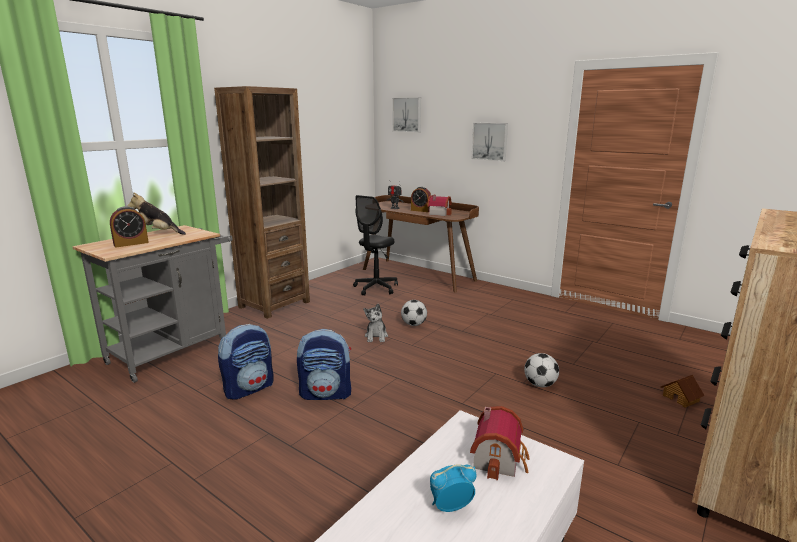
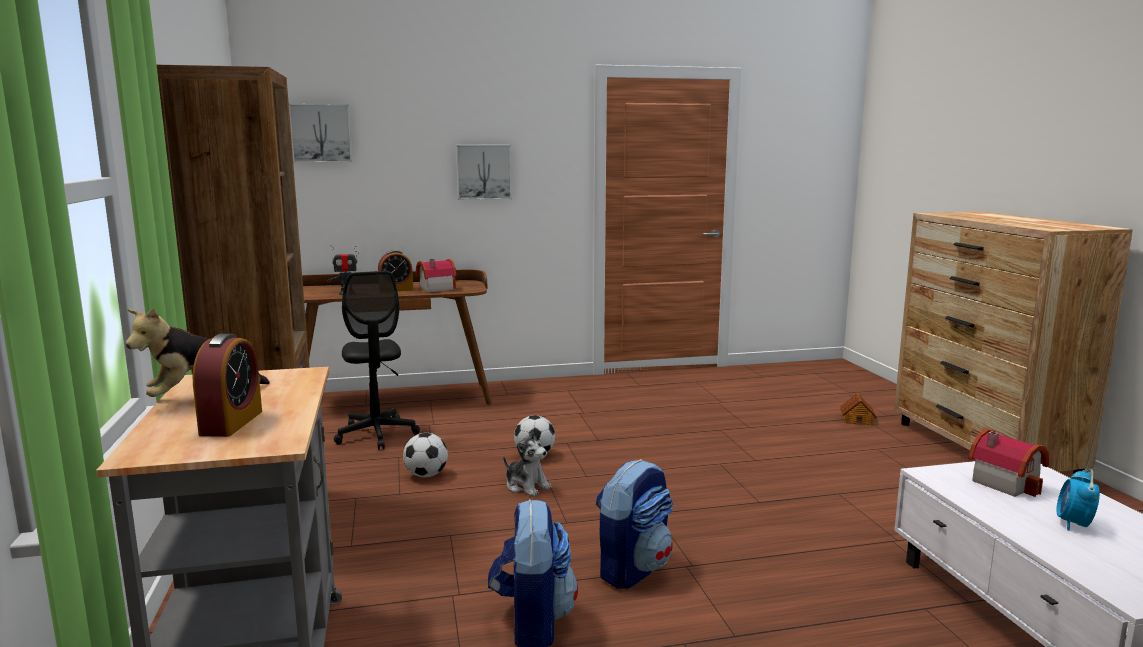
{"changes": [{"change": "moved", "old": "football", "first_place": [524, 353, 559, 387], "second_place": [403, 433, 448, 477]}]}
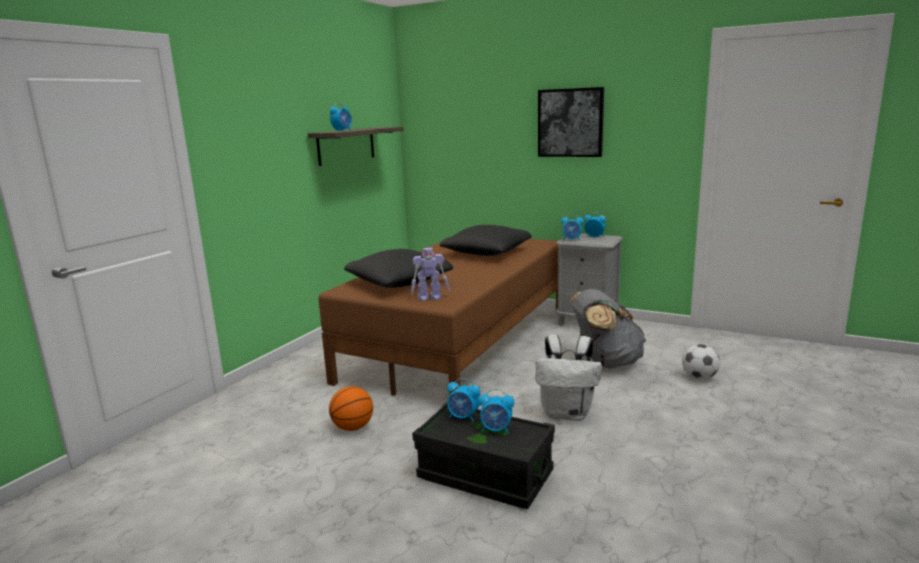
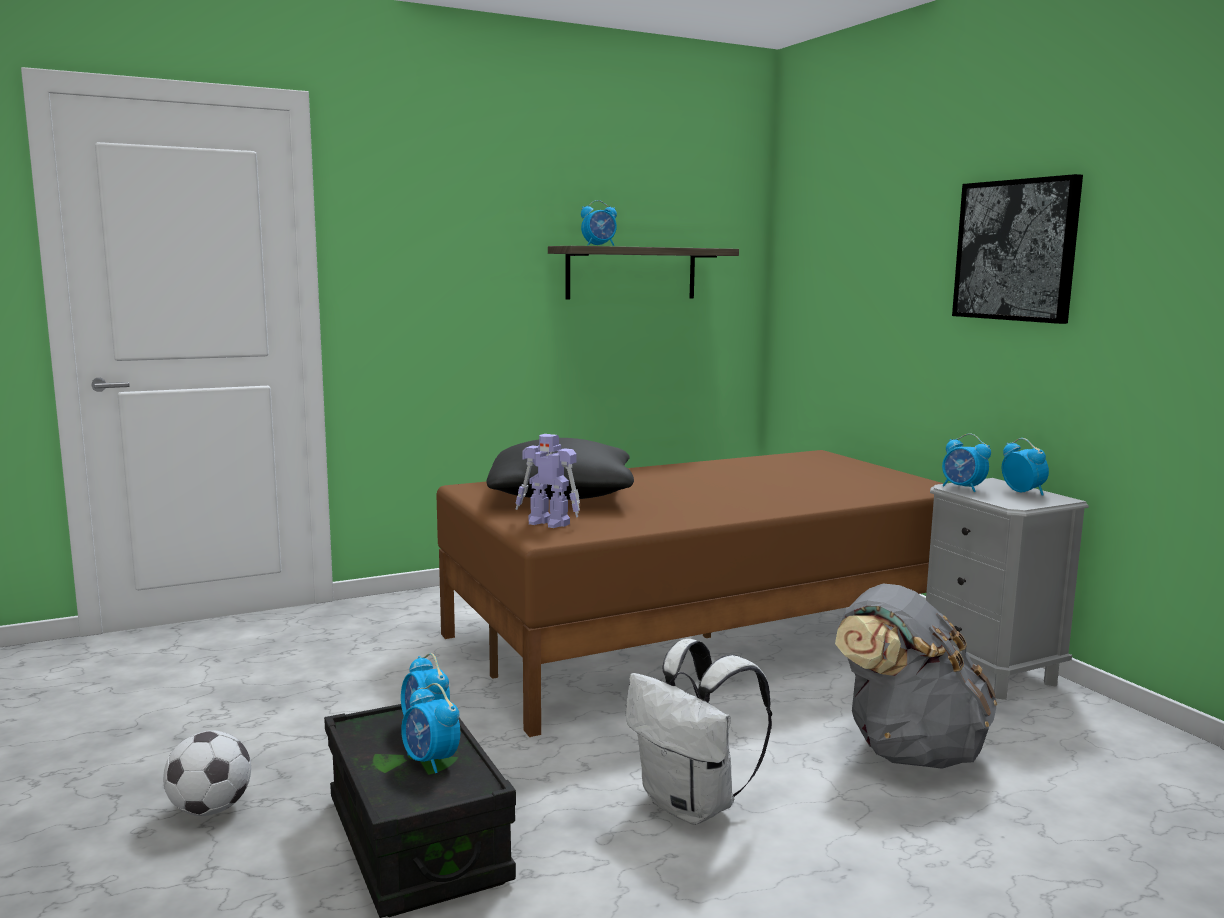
{"changes": [{"change": "moved", "old": "football", "first_place": [682, 344, 720, 380], "second_place": [163, 731, 251, 816]}, {"change": "removed", "old": "basketball", "first_place": [329, 386, 373, 431]}, {"change": "removed", "old": "black pillow", "first_place": [440, 225, 532, 256]}]}
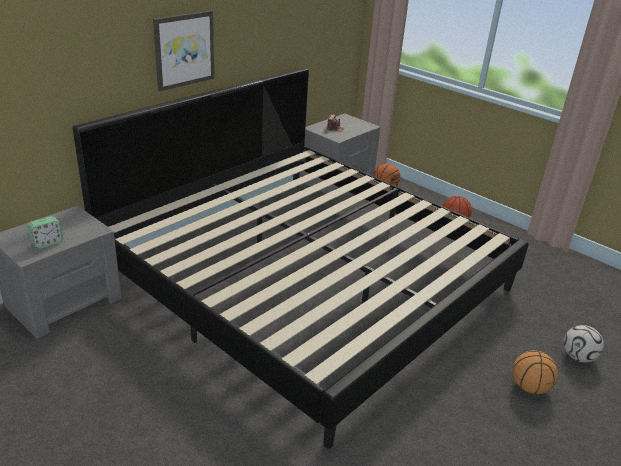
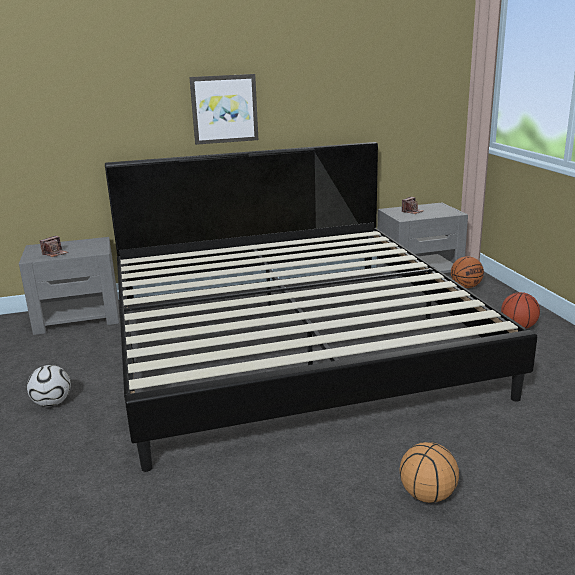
{"changes": [{"change": "moved", "old": "football", "first_place": [564, 325, 604, 363], "second_place": [27, 365, 71, 407]}, {"change": "replaced", "old": "alarm clock", "new": "photo camera", "first_place": [28, 216, 63, 249], "second_place": [40, 236, 68, 257]}]}
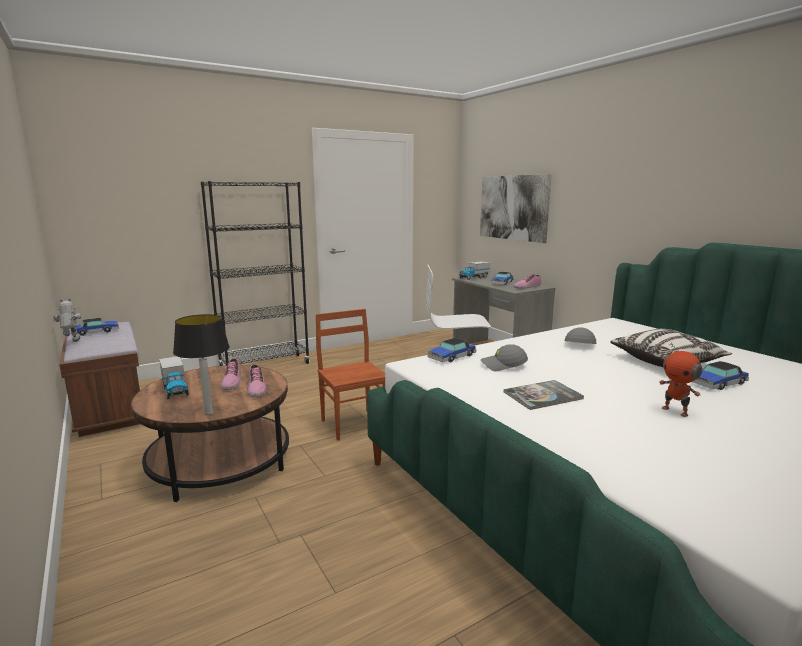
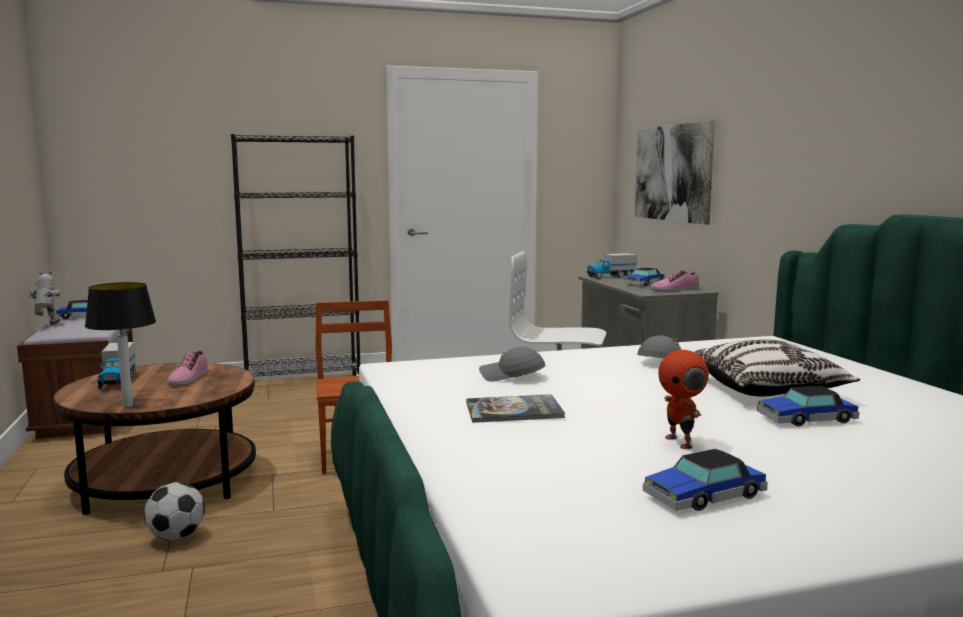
{"changes": [{"change": "added", "new": "football", "second_place": [144, 482, 205, 541]}, {"change": "moved", "old": "toy car", "first_place": [427, 338, 476, 363], "second_place": [643, 449, 767, 511]}, {"change": "removed", "old": "shoe", "first_place": [247, 364, 266, 397]}]}
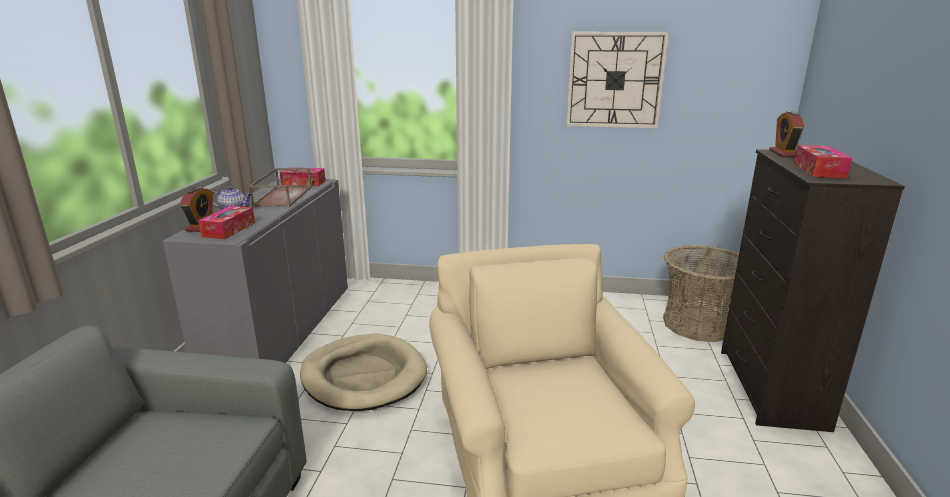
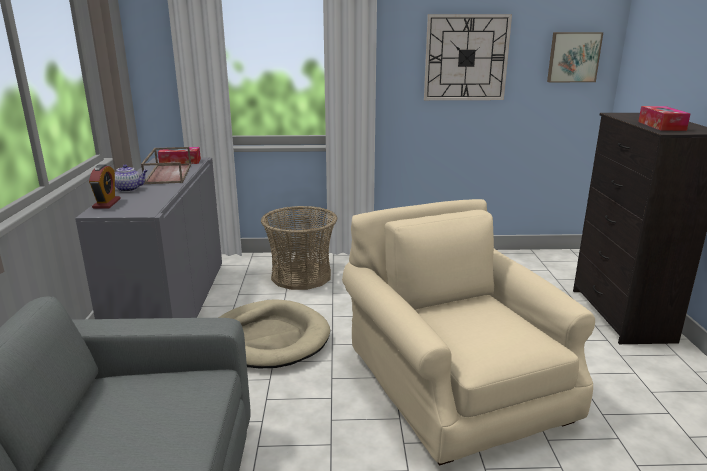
{"changes": [{"change": "moved", "old": "basket", "first_place": [663, 245, 739, 342], "second_place": [261, 206, 337, 290]}, {"change": "added", "new": "picture", "second_place": [547, 32, 603, 82]}, {"change": "removed", "old": "tissue box", "first_place": [198, 206, 255, 239]}, {"change": "removed", "old": "alarm clock", "first_place": [769, 111, 804, 157]}]}
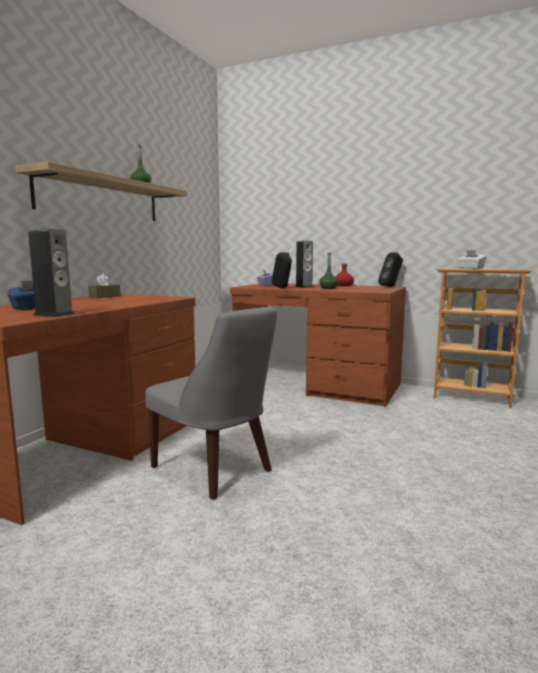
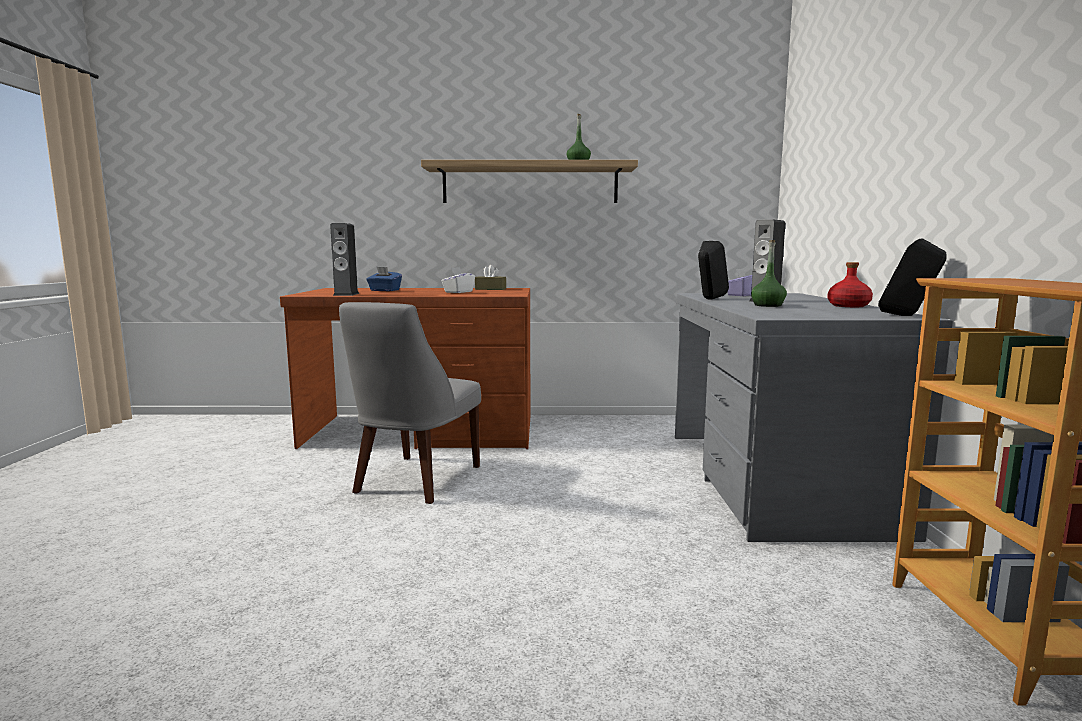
{"changes": [{"change": "moved", "old": "white tissue box", "first_place": [457, 250, 487, 269], "second_place": [441, 267, 475, 293]}, {"change": "recoloured", "old": "brown desk", "new": "grey desk", "first_place": [230, 283, 406, 407], "second_place": [675, 293, 953, 542]}]}
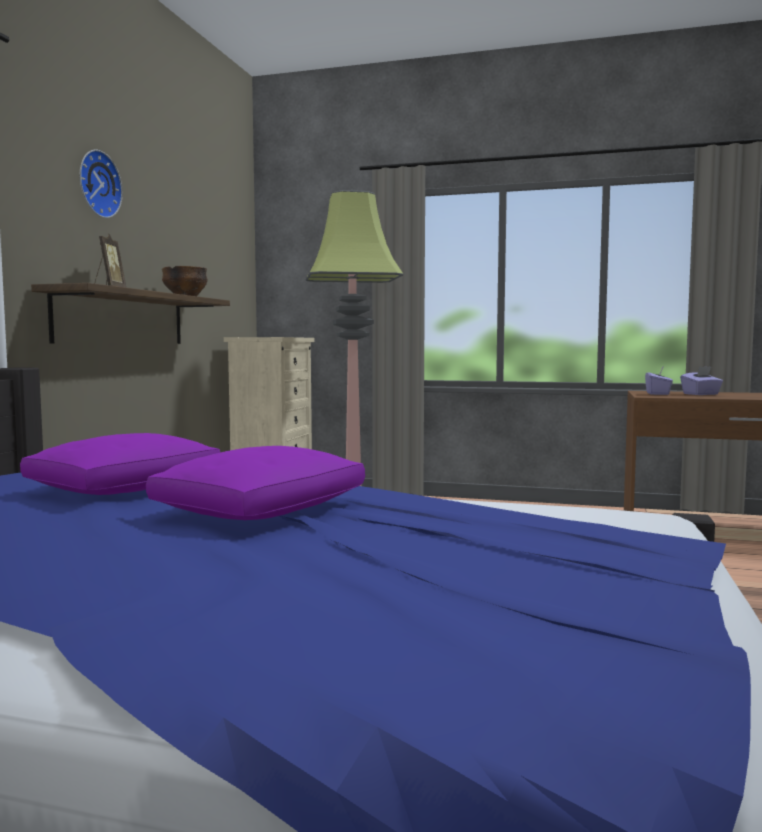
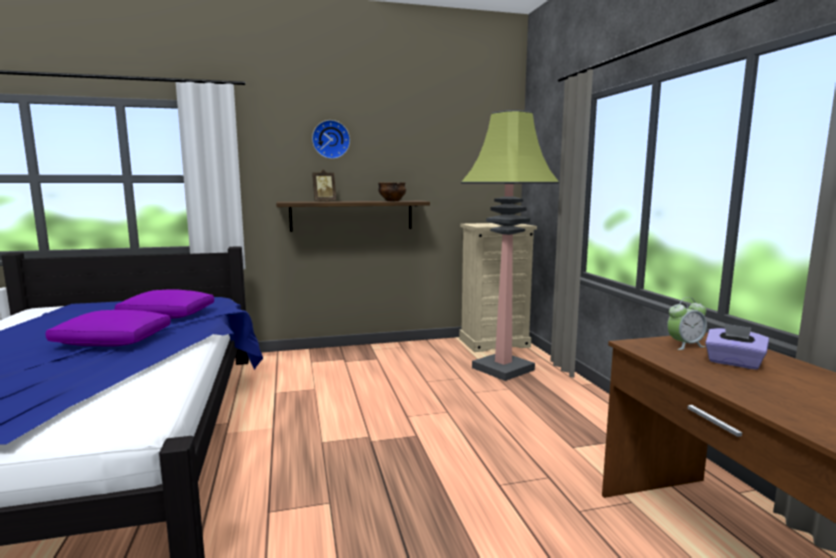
{"changes": [{"change": "replaced", "old": "purple tissue box", "new": "alarm clock", "first_place": [645, 367, 673, 395], "second_place": [667, 297, 707, 350]}]}
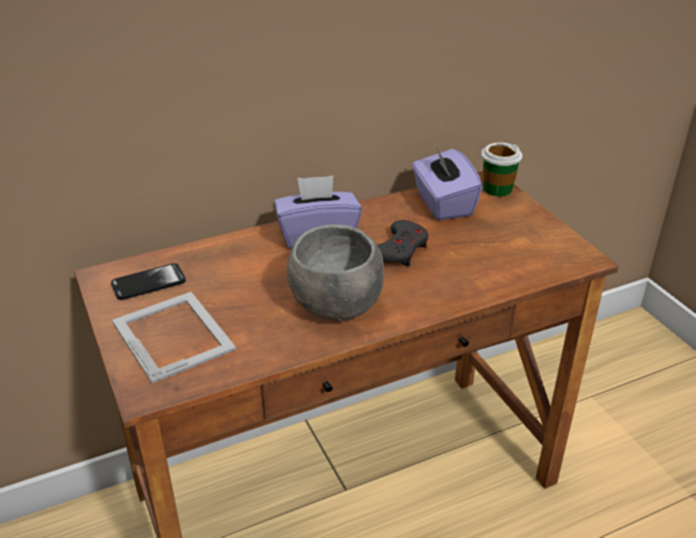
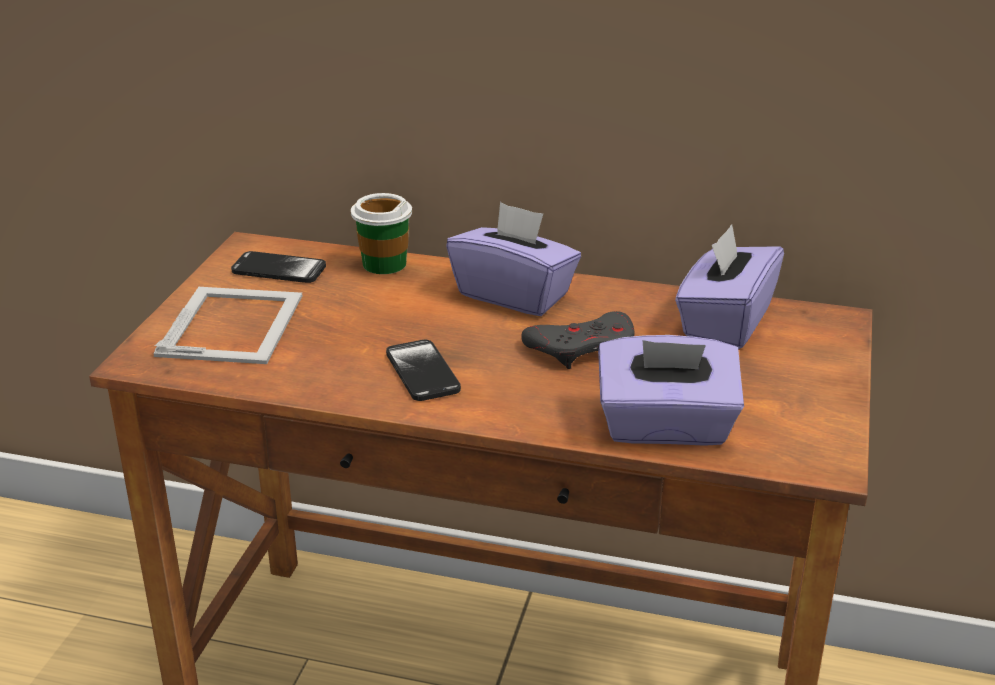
{"changes": [{"change": "moved", "old": "cup", "first_place": [481, 142, 522, 197], "second_place": [351, 193, 412, 274]}, {"change": "replaced", "old": "grey bowl", "new": "phone", "first_place": [286, 224, 384, 321], "second_place": [386, 340, 461, 401]}, {"change": "added", "new": "purple tissue box", "second_place": [598, 335, 744, 446]}]}
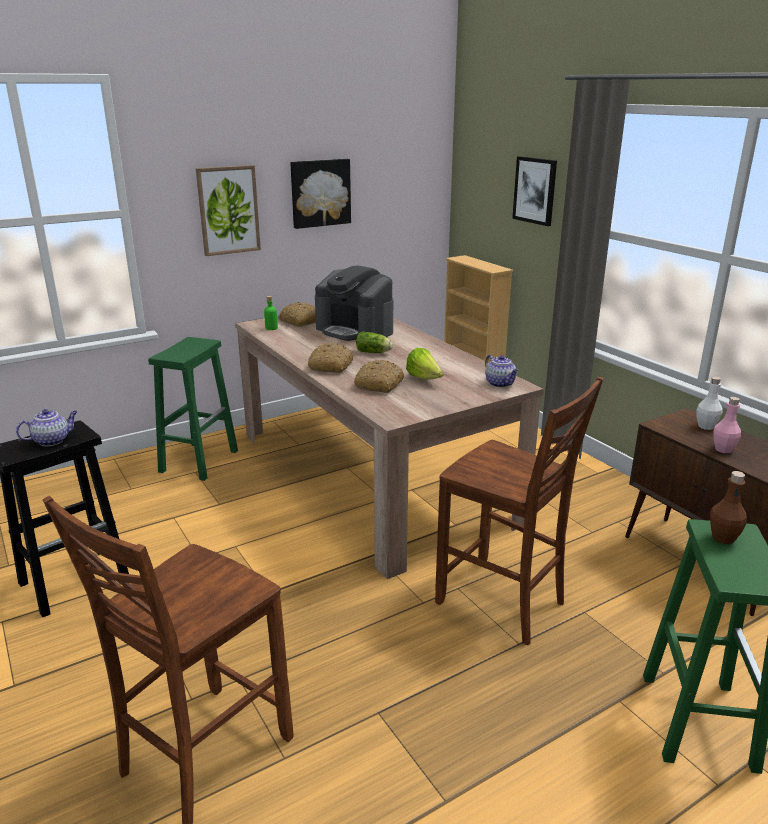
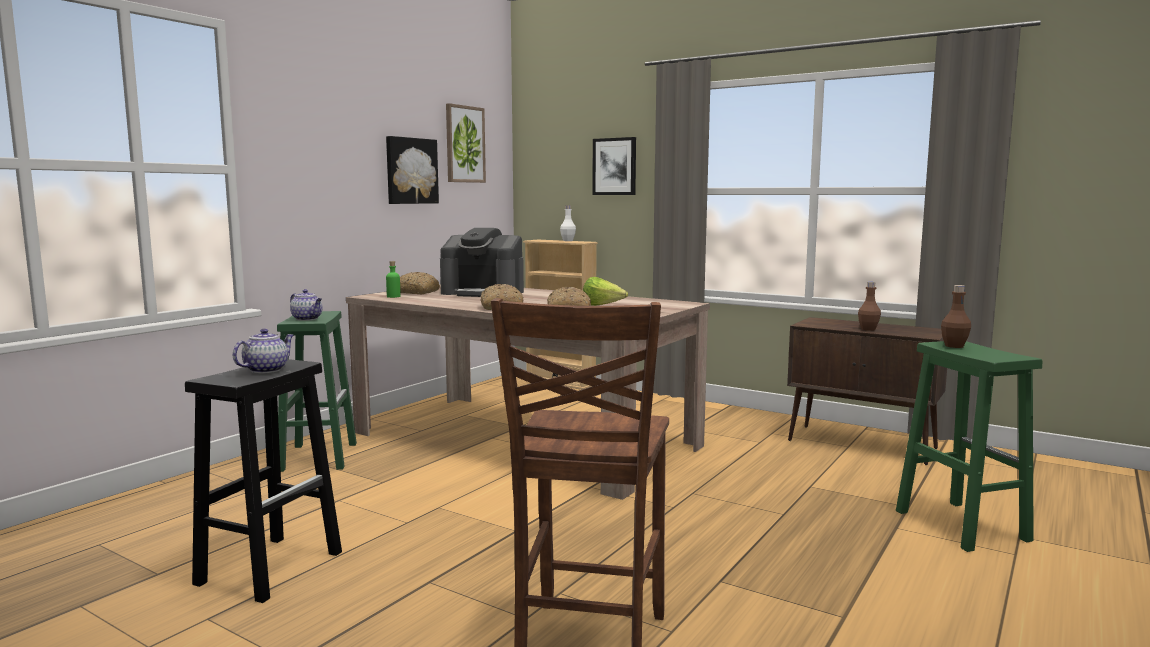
{"changes": [{"change": "moved", "old": "teapot", "first_place": [485, 355, 518, 387], "second_place": [290, 289, 322, 321]}, {"change": "moved", "old": "picture", "first_place": [196, 165, 261, 256], "second_place": [446, 103, 486, 183]}, {"change": "moved", "old": "white bottle", "first_place": [697, 376, 723, 430], "second_place": [560, 205, 576, 241]}, {"change": "recoloured", "old": "pink bottle", "new": "brown bottle", "first_place": [713, 397, 741, 453], "second_place": [858, 282, 881, 331]}, {"change": "removed", "old": "lettuce", "first_place": [356, 332, 393, 353]}, {"change": "removed", "old": "brown chair", "first_place": [435, 376, 604, 645]}]}
